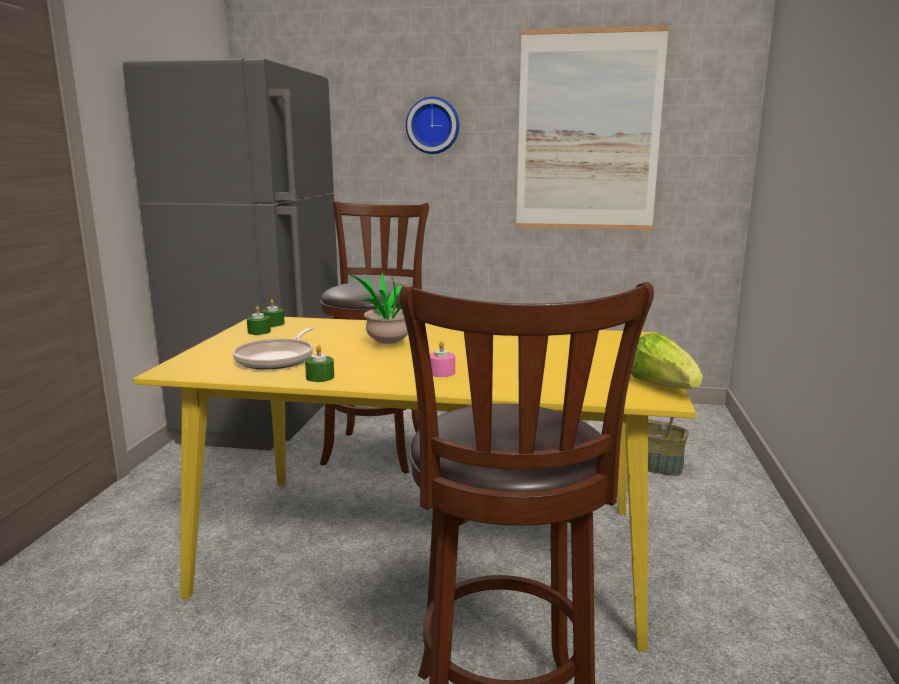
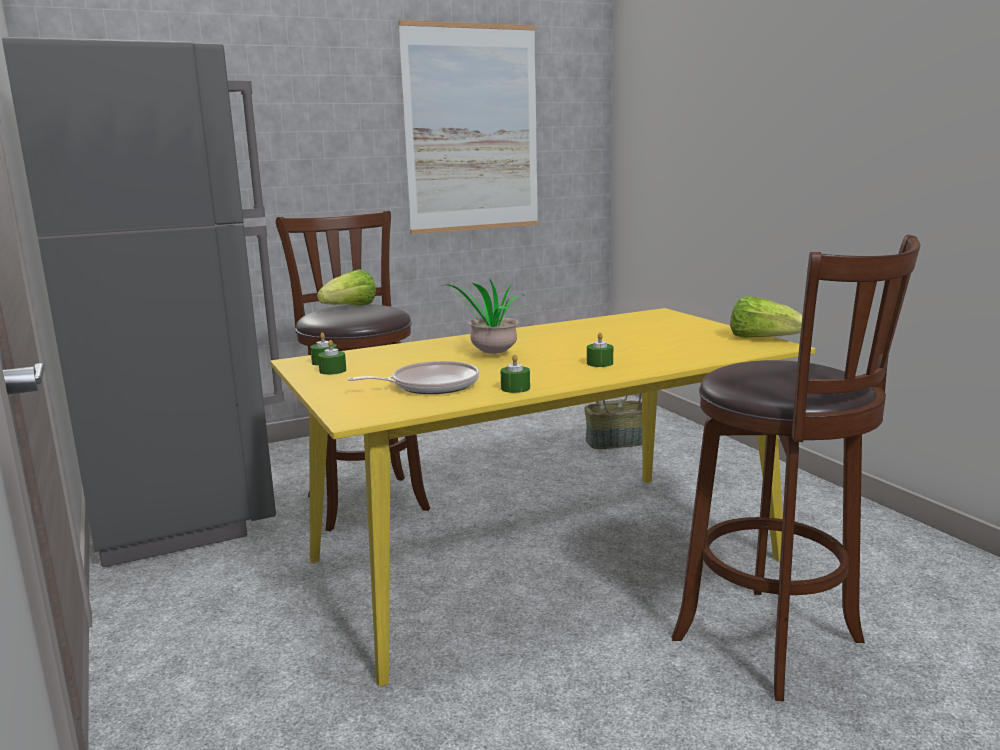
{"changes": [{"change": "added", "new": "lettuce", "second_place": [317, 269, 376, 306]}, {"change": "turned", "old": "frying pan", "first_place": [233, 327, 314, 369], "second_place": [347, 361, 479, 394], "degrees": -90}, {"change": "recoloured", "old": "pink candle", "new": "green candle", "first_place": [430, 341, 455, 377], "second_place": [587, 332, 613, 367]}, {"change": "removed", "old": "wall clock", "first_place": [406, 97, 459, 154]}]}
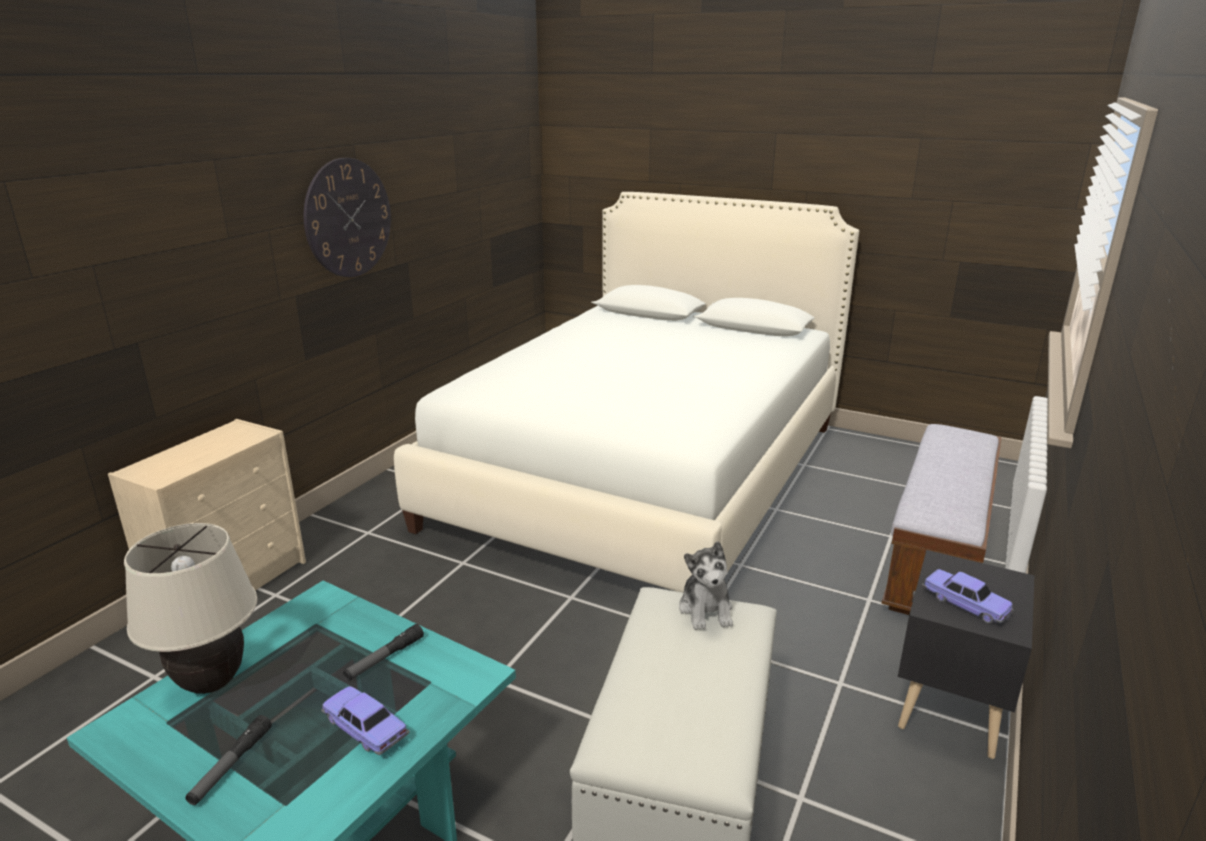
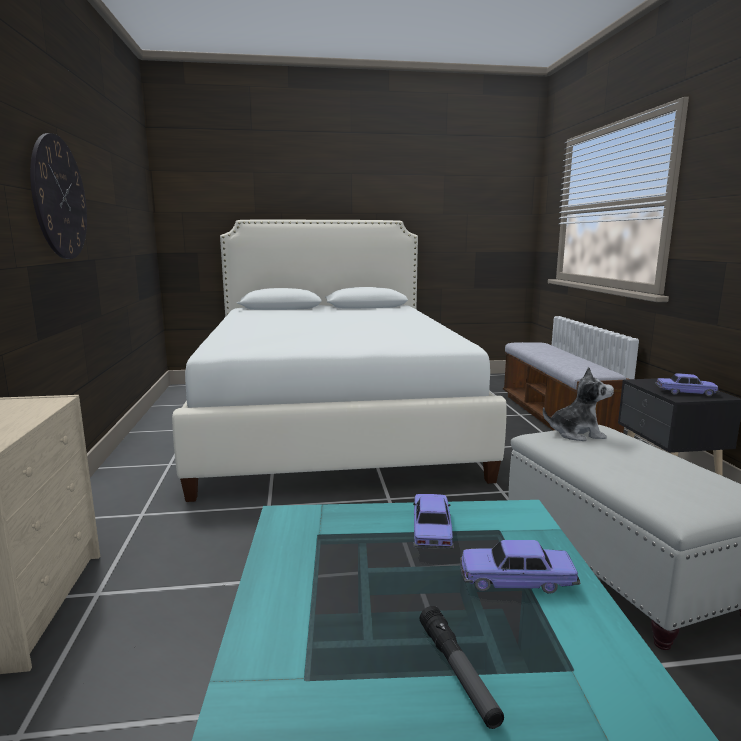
{"changes": [{"change": "replaced", "old": "flashlight", "new": "toy car", "first_place": [343, 624, 424, 681], "second_place": [413, 494, 454, 550]}, {"change": "turned", "old": "plush toy", "first_place": [679, 541, 733, 630], "second_place": [543, 367, 614, 441], "degrees": -45}, {"change": "removed", "old": "beige table lamp", "first_place": [124, 523, 257, 694]}]}
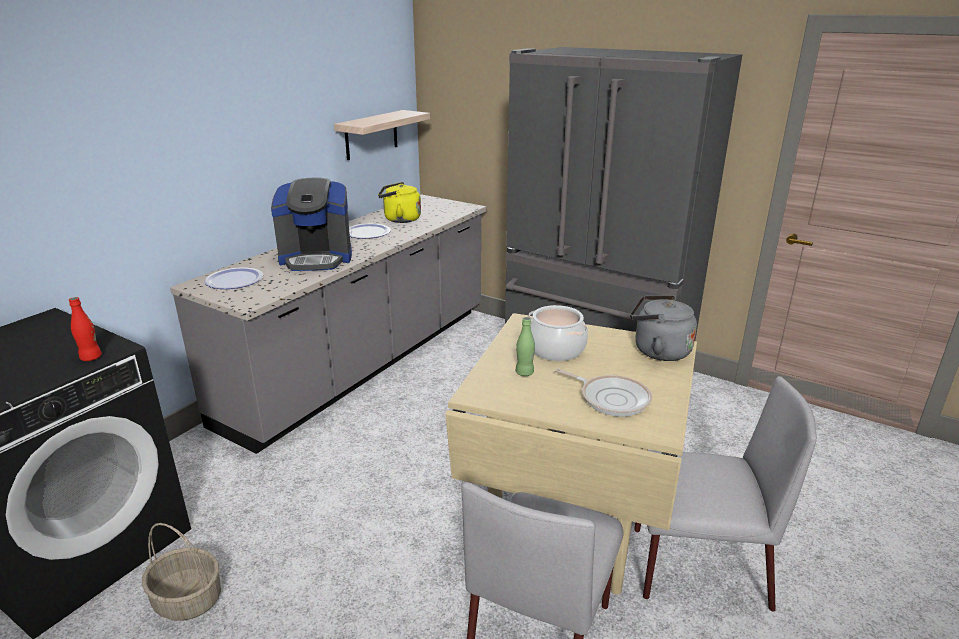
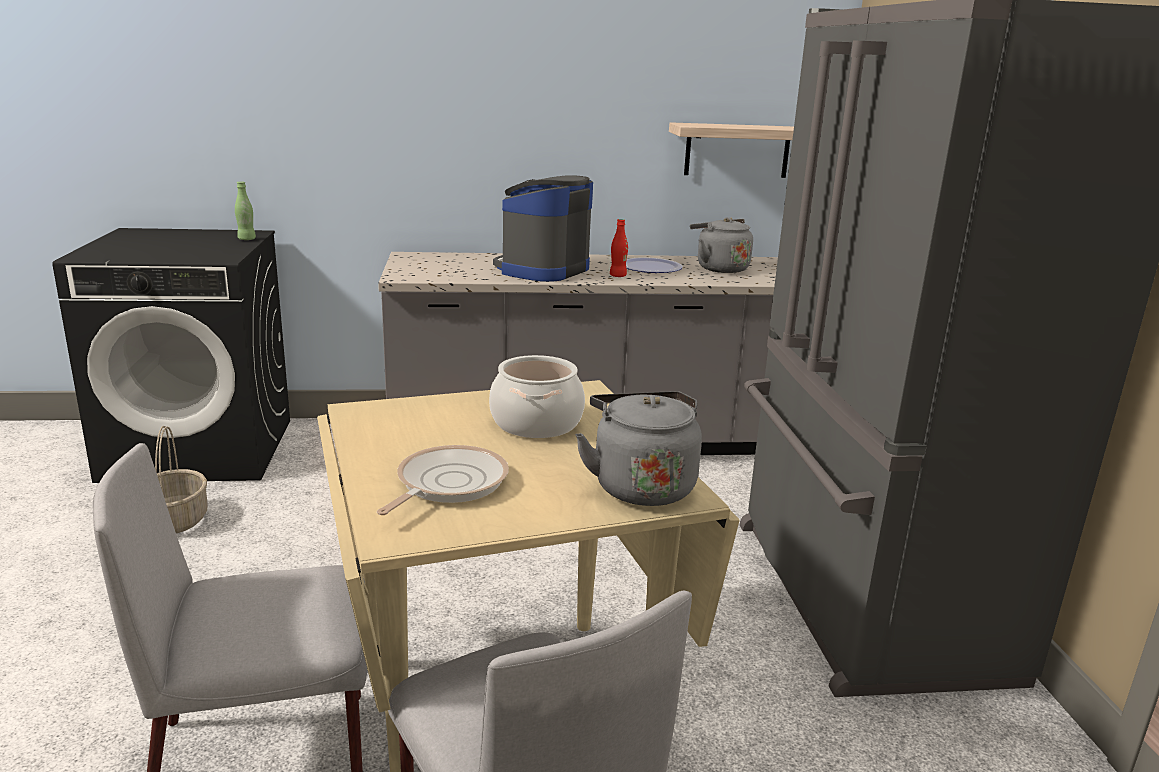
{"changes": [{"change": "moved", "old": "green bottle", "first_place": [516, 317, 535, 376], "second_place": [235, 182, 256, 240]}, {"change": "turned", "old": "frying pan", "first_place": [555, 369, 652, 417], "second_place": [377, 445, 509, 515], "degrees": -150}, {"change": "turned", "old": "coffee machine", "first_place": [271, 178, 352, 271], "second_place": [493, 175, 593, 282], "degrees": 75}, {"change": "moved", "old": "red bottle", "first_place": [69, 297, 102, 361], "second_place": [610, 219, 628, 277]}, {"change": "recoloured", "old": "yellow kettle", "new": "grey kettle", "first_place": [378, 182, 421, 223], "second_place": [690, 217, 753, 273]}, {"change": "removed", "old": "plate", "first_place": [204, 267, 263, 289]}]}
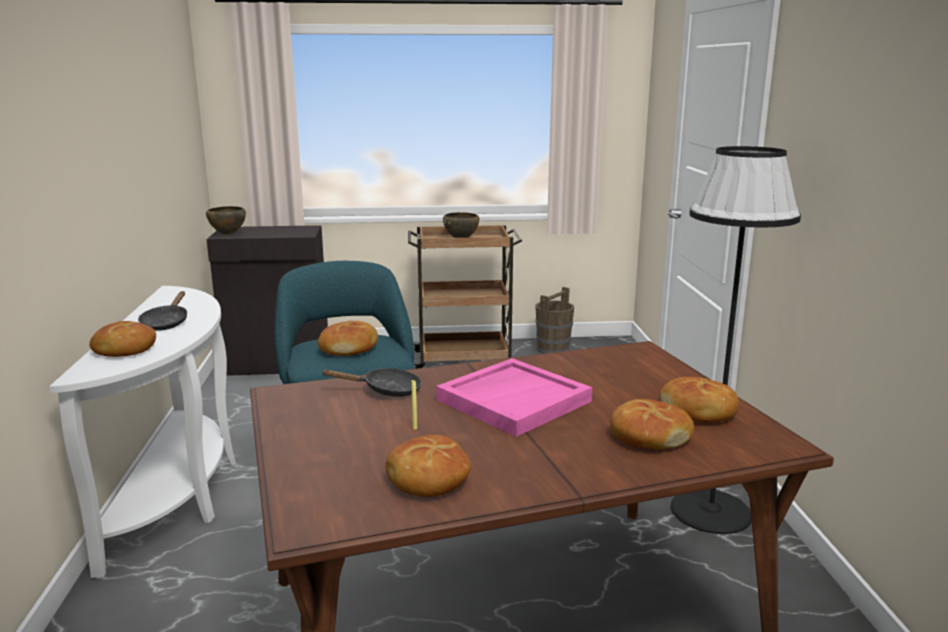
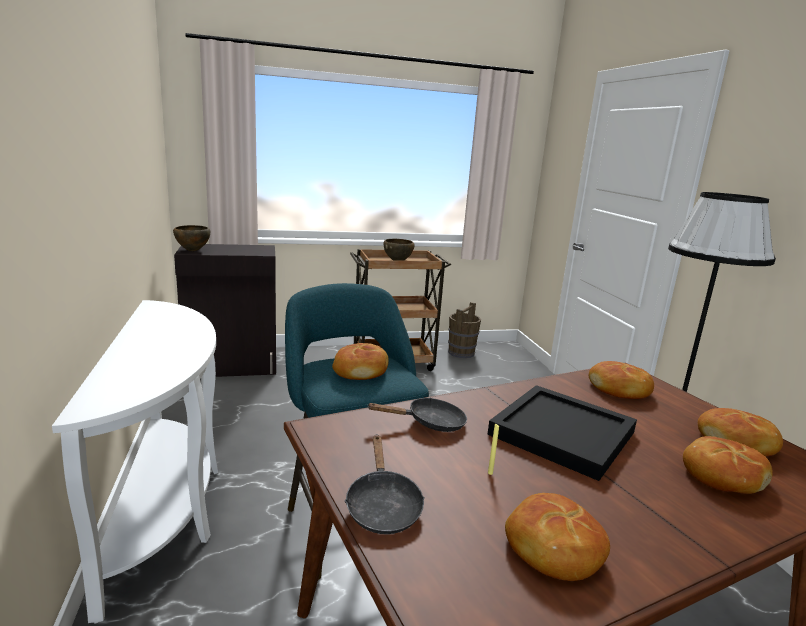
{"changes": [{"change": "moved", "old": "black frying pan", "first_place": [138, 291, 187, 331], "second_place": [344, 435, 425, 534]}, {"change": "recoloured", "old": "pink tray", "new": "black tray", "first_place": [436, 358, 592, 437], "second_place": [487, 385, 637, 481]}, {"change": "moved", "old": "bread", "first_place": [89, 321, 156, 357], "second_place": [589, 361, 654, 399]}]}
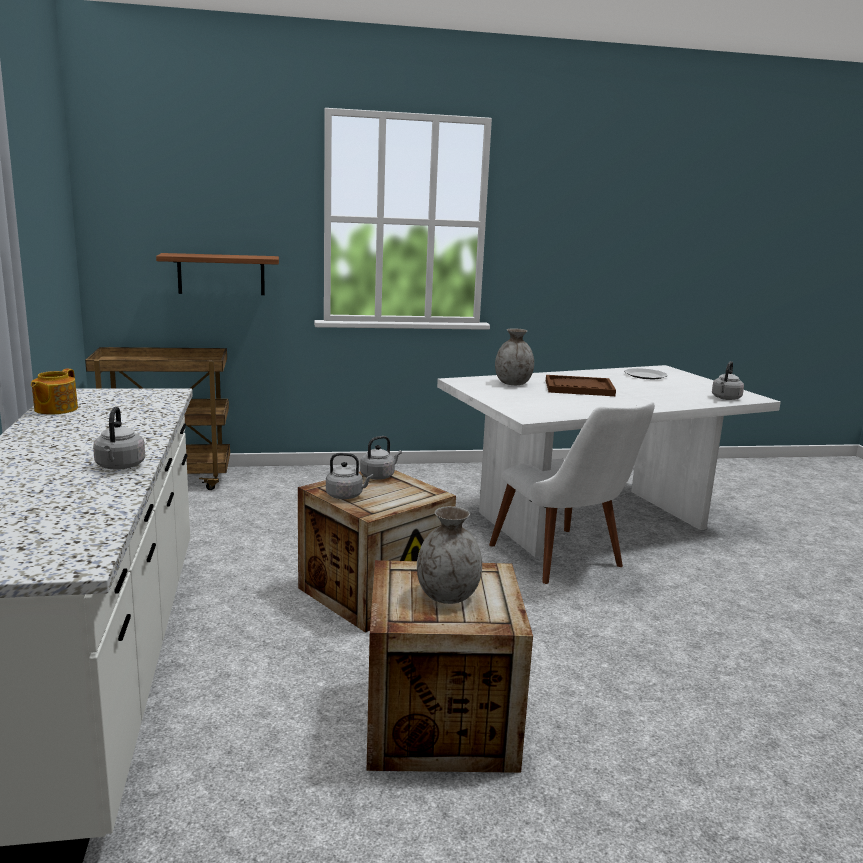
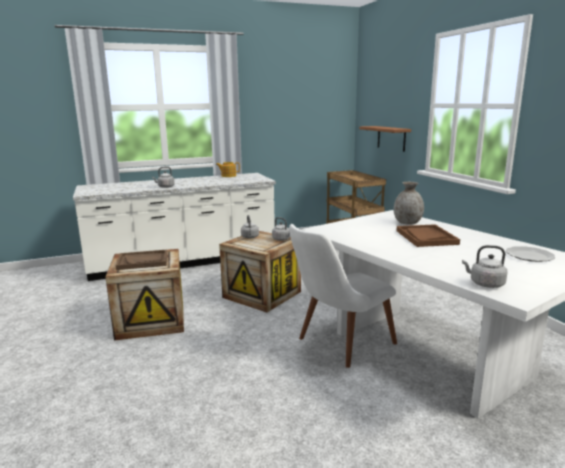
{"changes": [{"change": "replaced", "old": "grey vase", "new": "brown tray", "first_place": [417, 506, 482, 604], "second_place": [116, 250, 167, 270]}]}
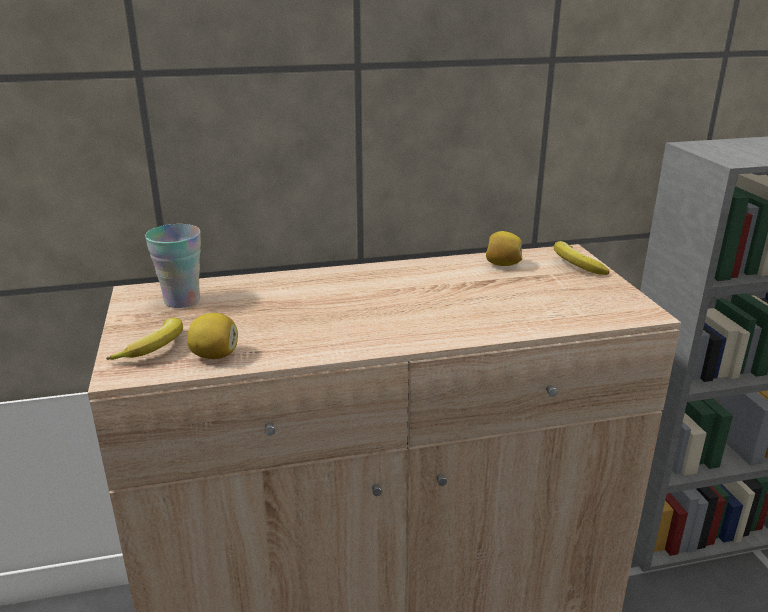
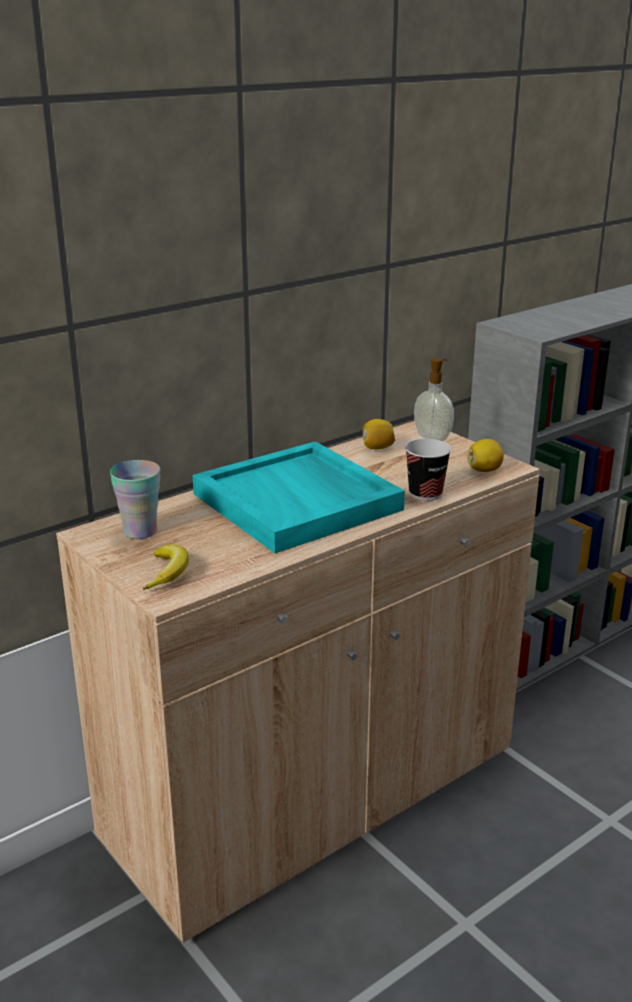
{"changes": [{"change": "added", "new": "turquoise tray", "second_place": [193, 441, 405, 553]}, {"change": "added", "new": "cup", "second_place": [405, 439, 451, 501]}, {"change": "replaced", "old": "banana", "new": "soap dispenser", "first_place": [554, 241, 609, 275], "second_place": [414, 358, 454, 441]}, {"change": "moved", "old": "lemon", "first_place": [187, 313, 238, 359], "second_place": [467, 439, 504, 472]}]}
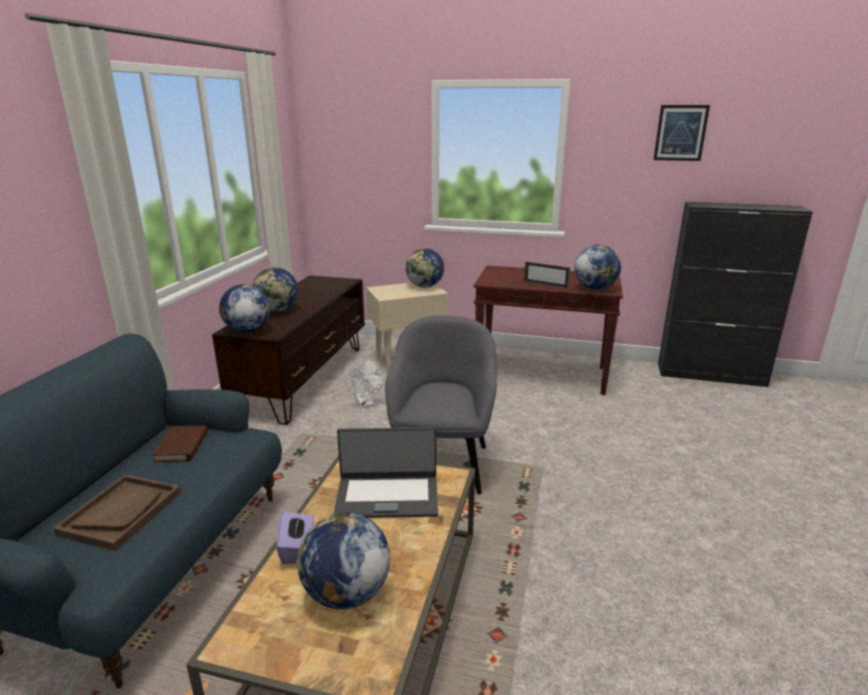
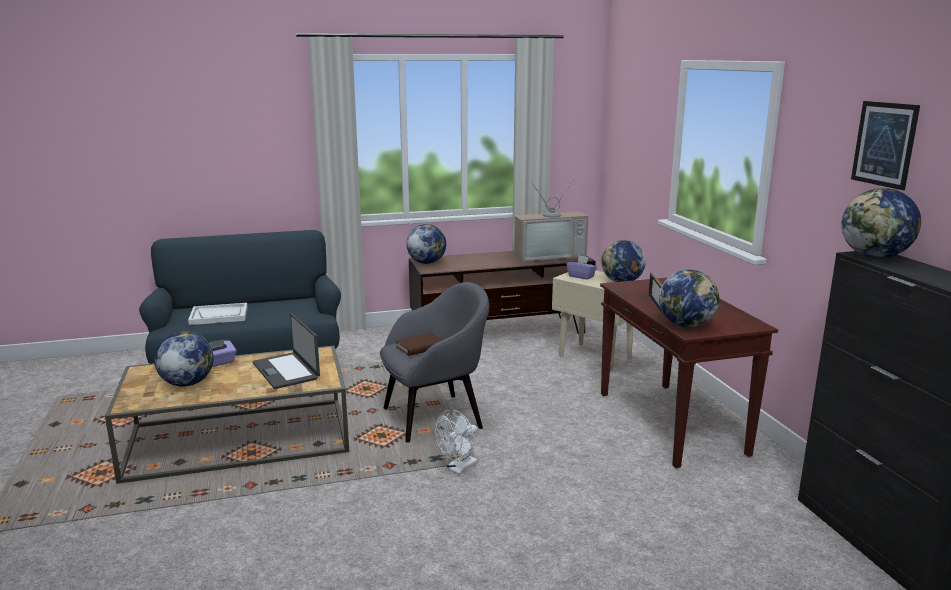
{"changes": [{"change": "recoloured", "old": "brown tray", "new": "white tray", "first_place": [53, 474, 181, 551], "second_place": [188, 303, 248, 325]}, {"change": "moved", "old": "brown book", "first_place": [151, 425, 208, 463], "second_place": [396, 332, 444, 356]}, {"change": "moved", "old": "white fan", "first_place": [345, 358, 385, 407], "second_place": [435, 410, 478, 475]}, {"change": "added", "new": "television", "second_place": [514, 179, 589, 262]}, {"change": "added", "new": "purple tissue box", "second_place": [567, 256, 597, 280]}, {"change": "moved", "old": "globe", "first_place": [253, 267, 298, 312], "second_place": [841, 188, 921, 258]}]}
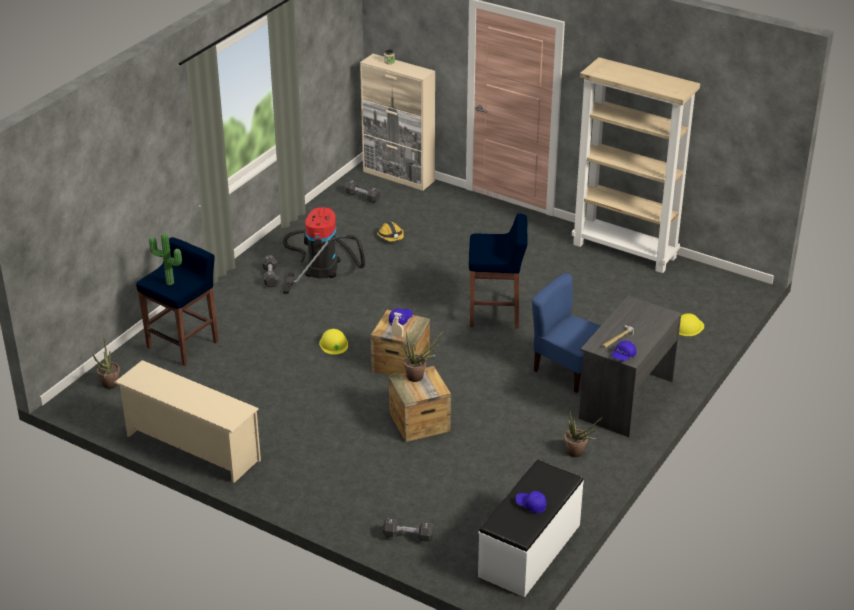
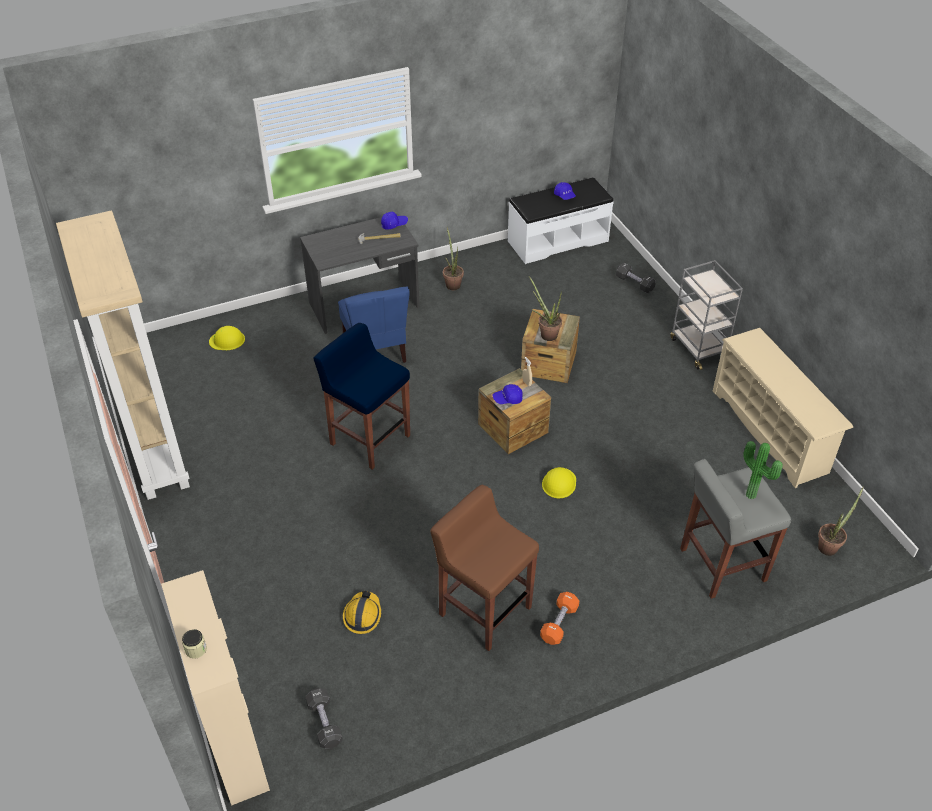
{"changes": [{"change": "replaced", "old": "vacuum cleaner", "new": "brown stool", "first_place": [283, 207, 365, 294], "second_place": [430, 485, 539, 651]}, {"change": "recoloured", "old": "black dumbbell", "new": "orange dumbbell", "first_place": [262, 255, 279, 287], "second_place": [540, 592, 579, 645]}, {"change": "added", "new": "grey cart", "second_place": [670, 260, 743, 370]}, {"change": "recoloured", "old": "blue stool", "new": "grey stool", "first_place": [136, 237, 219, 366], "second_place": [680, 459, 791, 599]}]}
